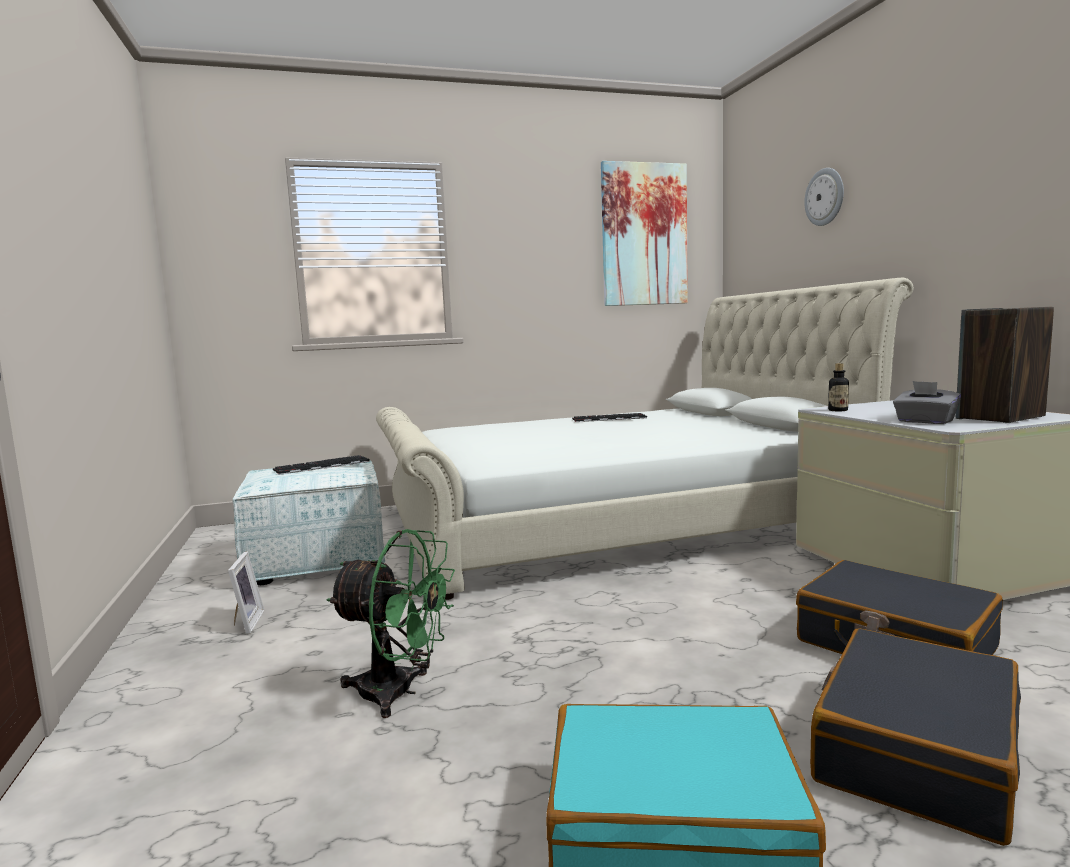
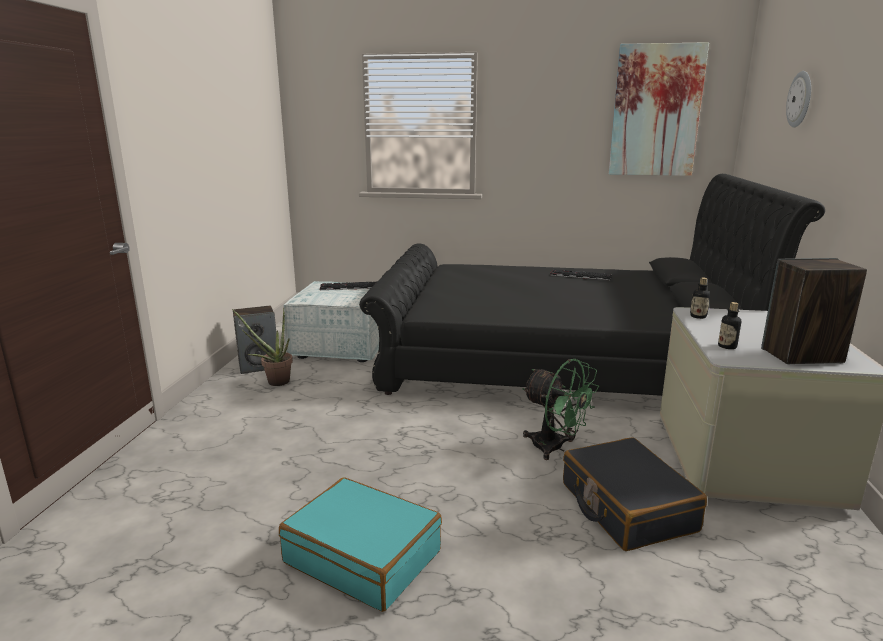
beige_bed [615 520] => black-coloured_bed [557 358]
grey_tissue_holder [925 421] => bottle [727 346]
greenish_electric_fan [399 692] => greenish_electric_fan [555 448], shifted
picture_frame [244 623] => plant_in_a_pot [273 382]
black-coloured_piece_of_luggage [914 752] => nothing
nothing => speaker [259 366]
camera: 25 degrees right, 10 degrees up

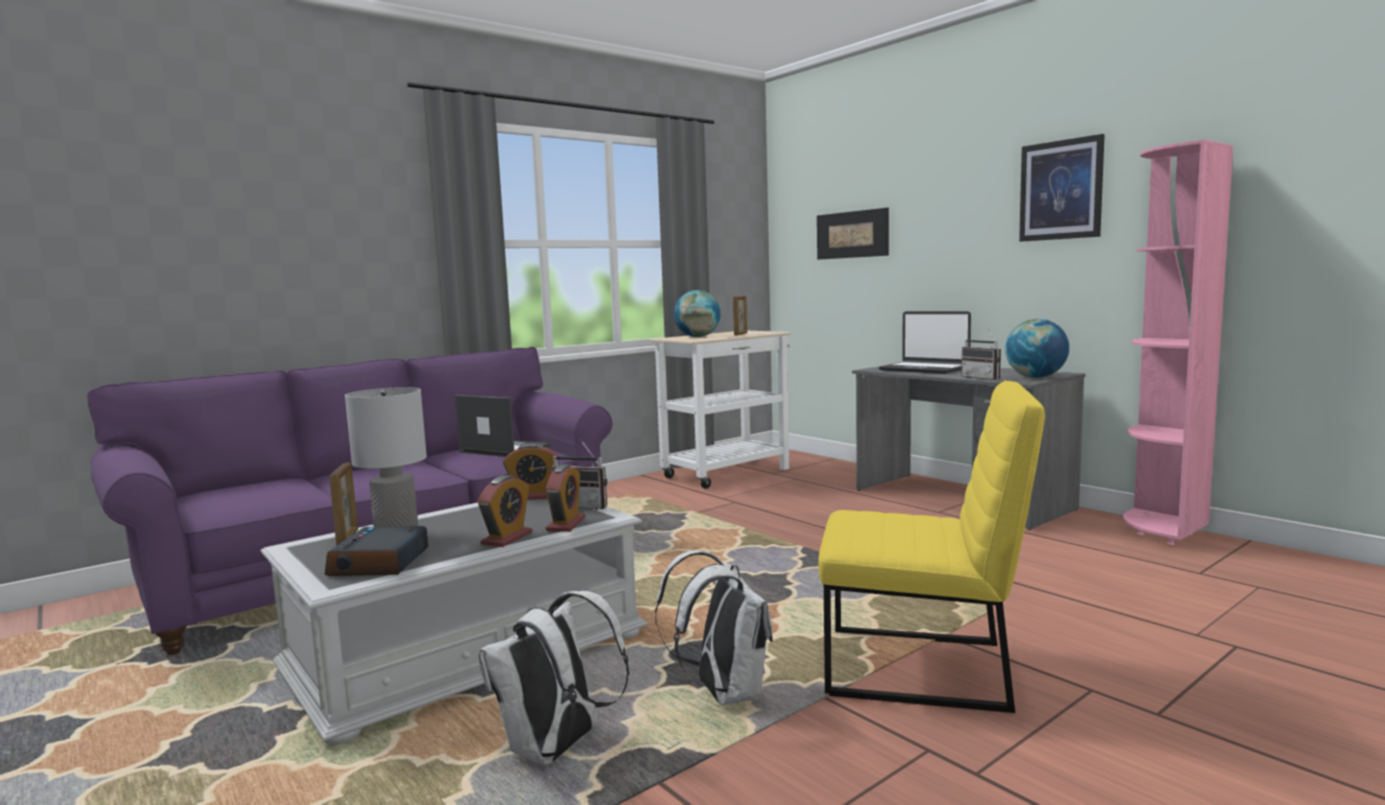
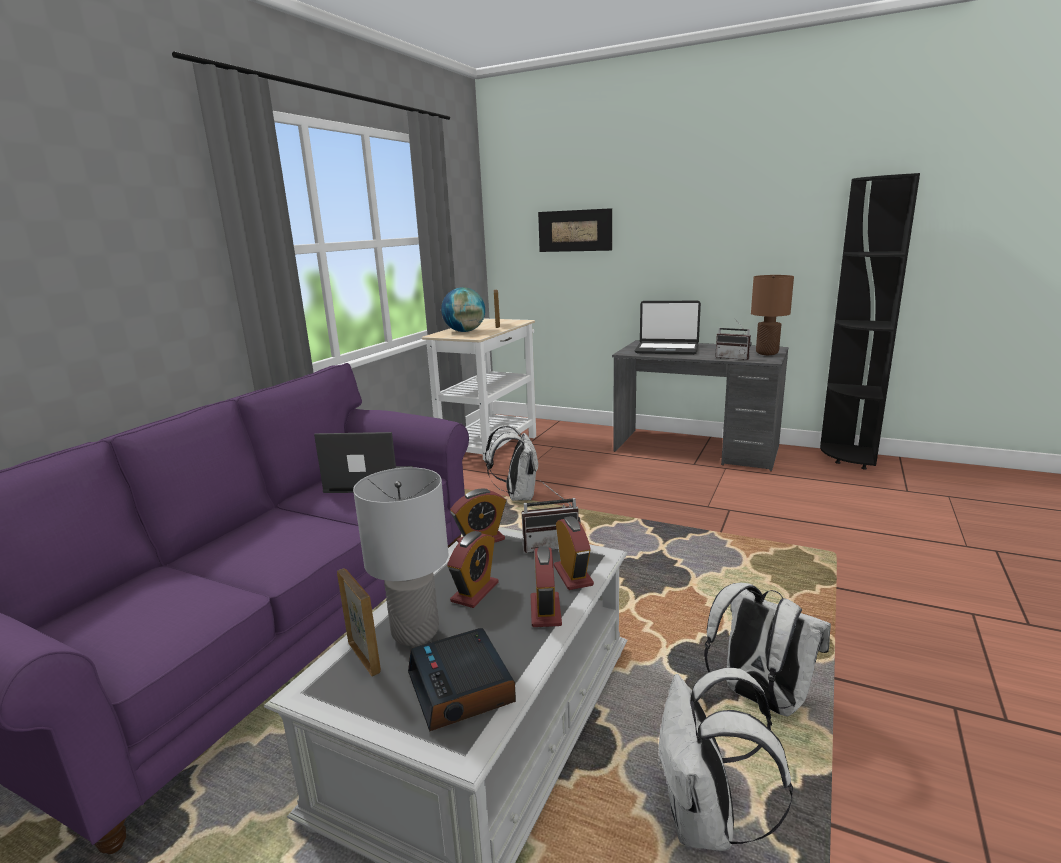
wall_picture [1061 190] => nothing
pinkish_bookshelf [1159 534] => black-coloured_bookshelf [848 460]
world_globe [1036 377] => brown_tabletop_lamp [767 354]
yellow_chair [922 669] => nothing
nothing => whitish_knapsack [517 496]
nothing => bedside_clock [475 592]
camera: 25 degrees left, 10 degrees up

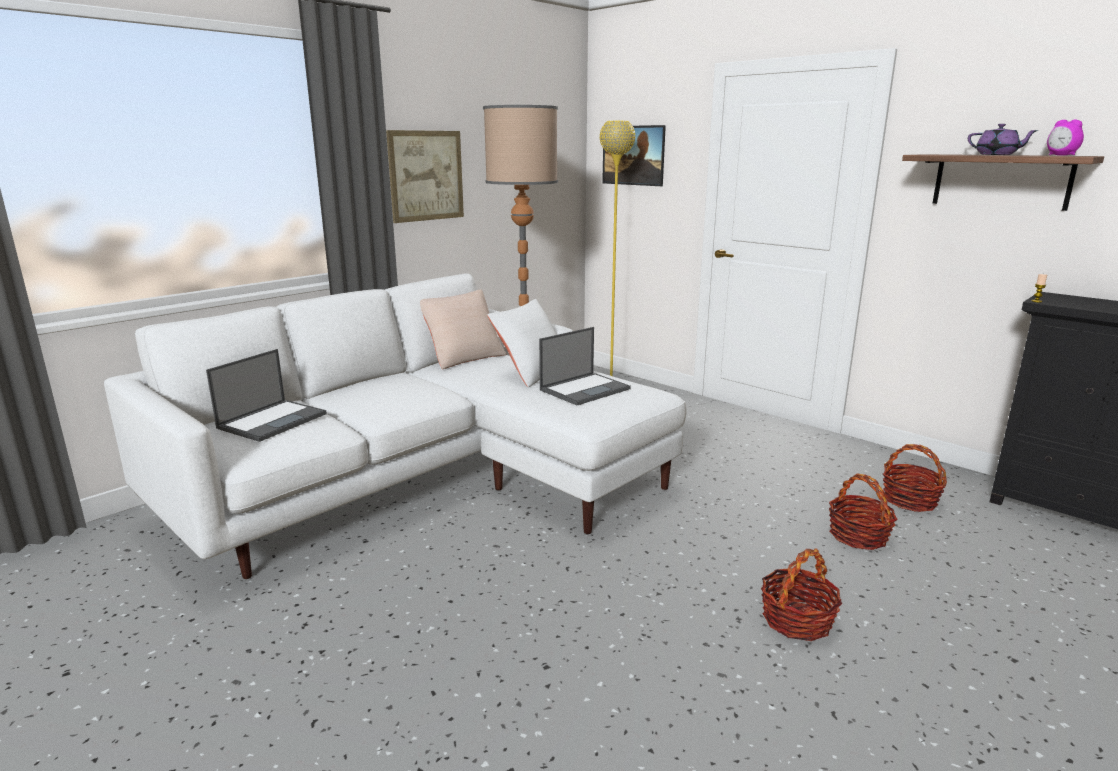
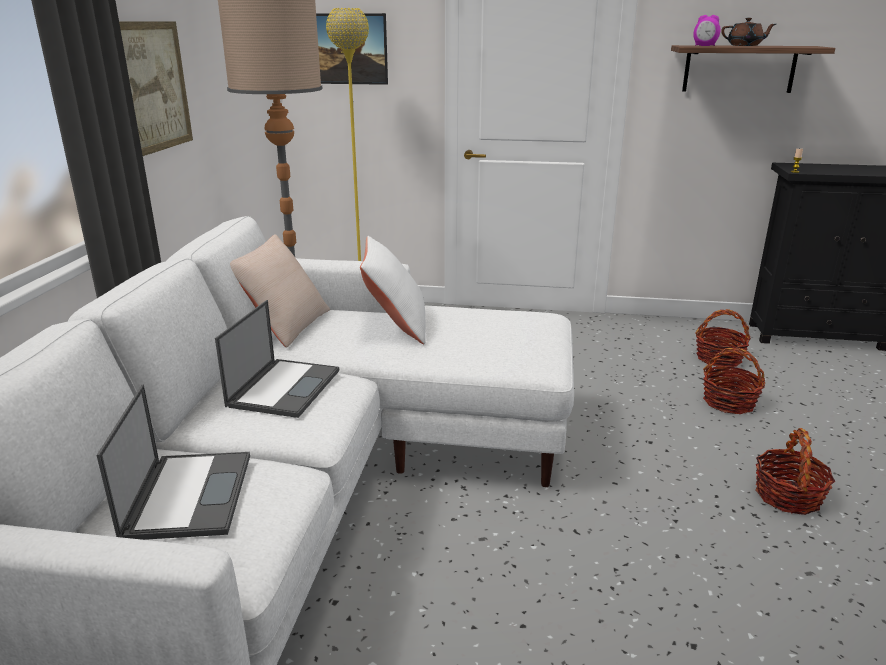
bedside_clock [1061 155] => bedside_clock [704 46], shifted
purplish_teapot [997 154] => brown_teapot [745 45]
laptop [585 389] => laptop [284 387], shifted
camera: 35 degrees left, 5 degrees up

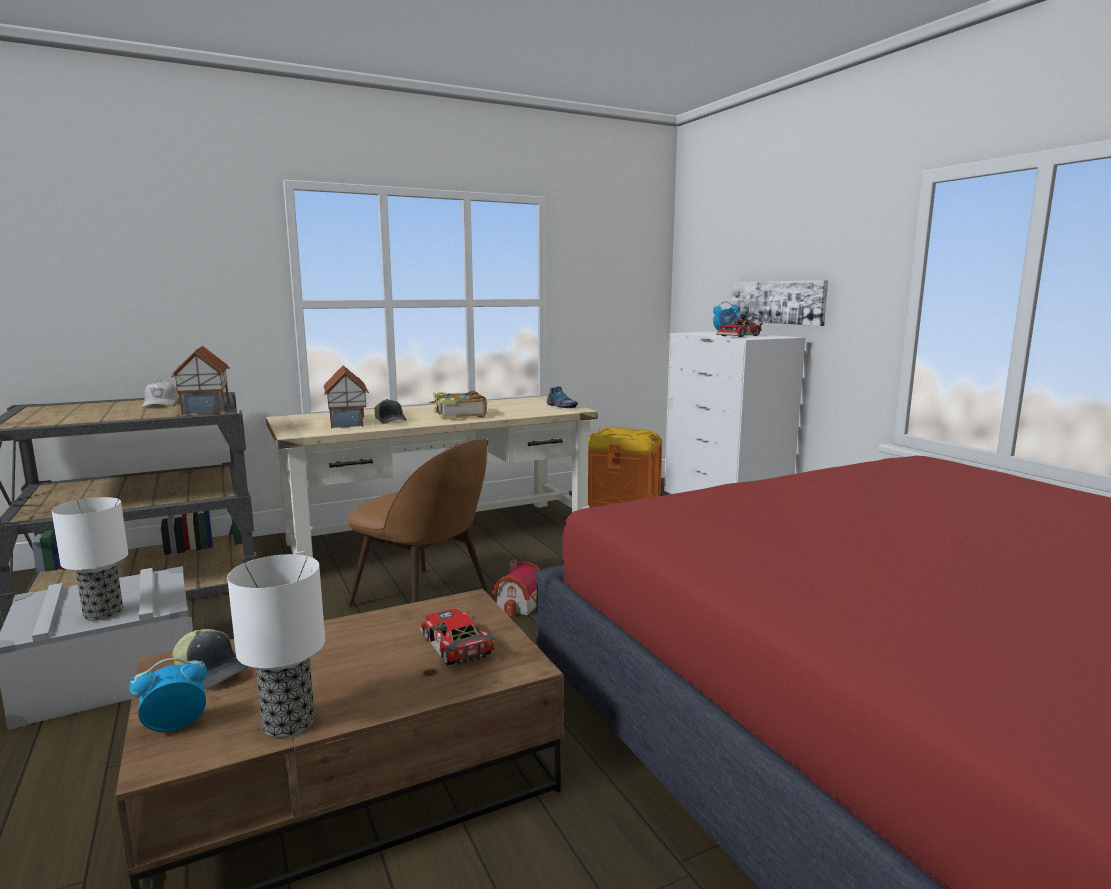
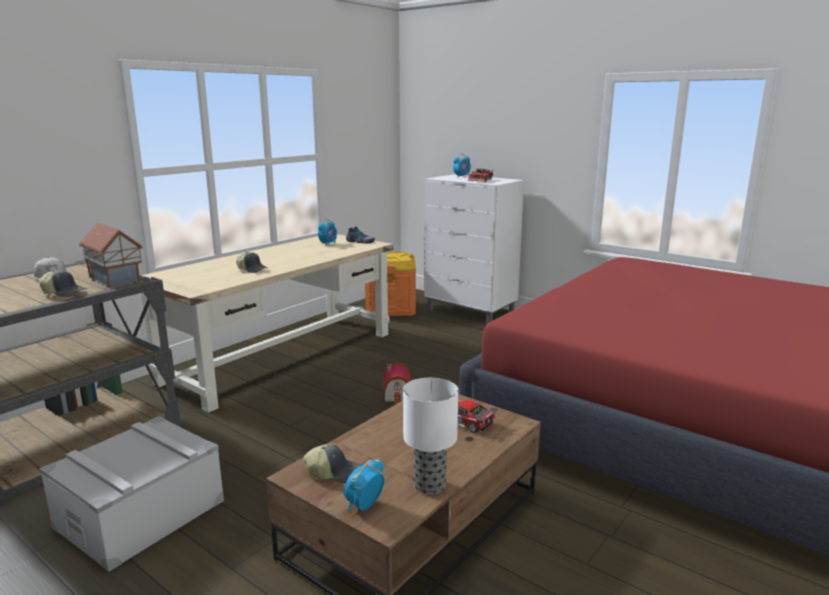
wall_picture [777 302] => nothing
toy_house [348 422] => nothing
bound_book [458 415] => nothing
brown_chair [424 599] => nothing
tabletop_lamp [104 612] => nothing
nothing => bedside_clock [328 244]
nothing => baseball_cap [65 293]
camera: 25 degrees left, 5 degrees up

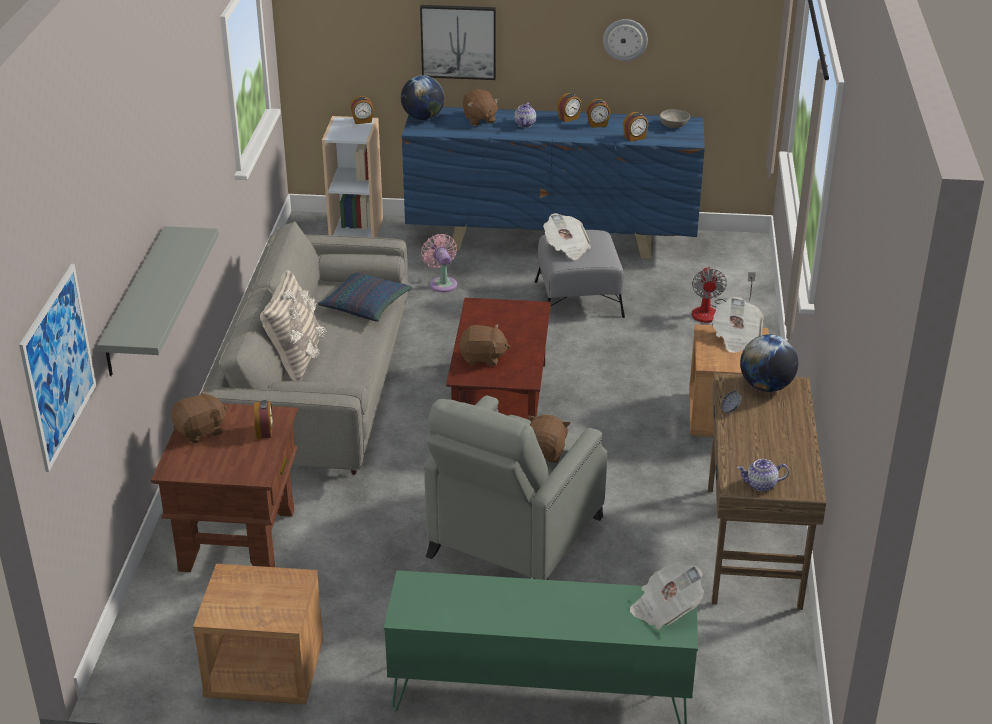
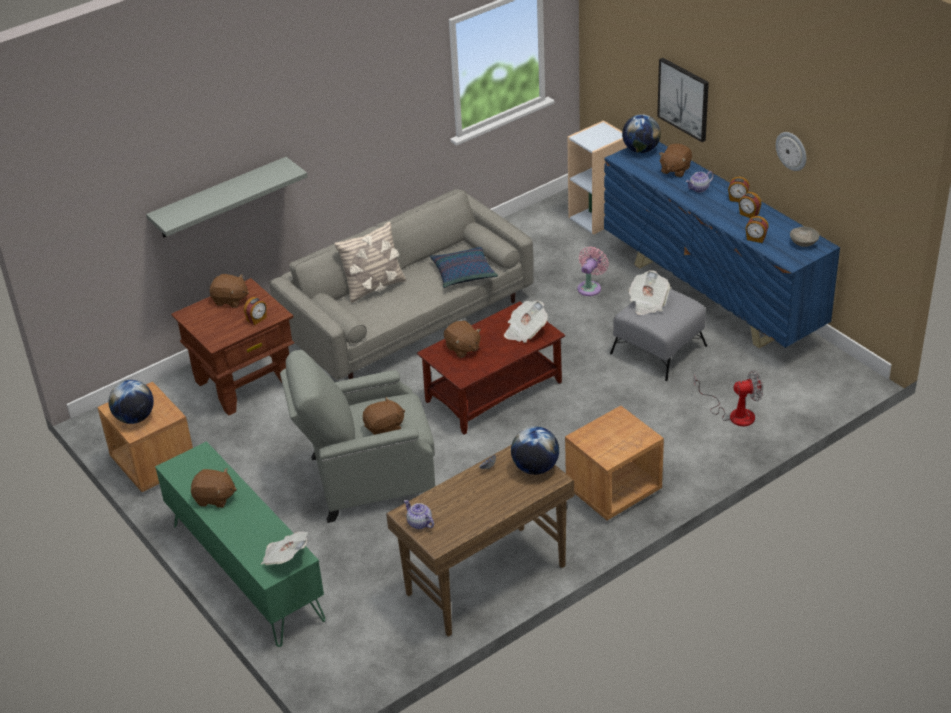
bedside_clock [362 121] => nothing
wall_picture [58 366] => nothing
electric_fan [713 312] => electric_fan [734 414], 150 degrees counterclockwise
printed_paper [736 338] => printed_paper [525 331], shifted
nothing => world_globe [135 418]
nothing => brown_plush_toy [214 498]
camera: 50 degrees right, 5 degrees up

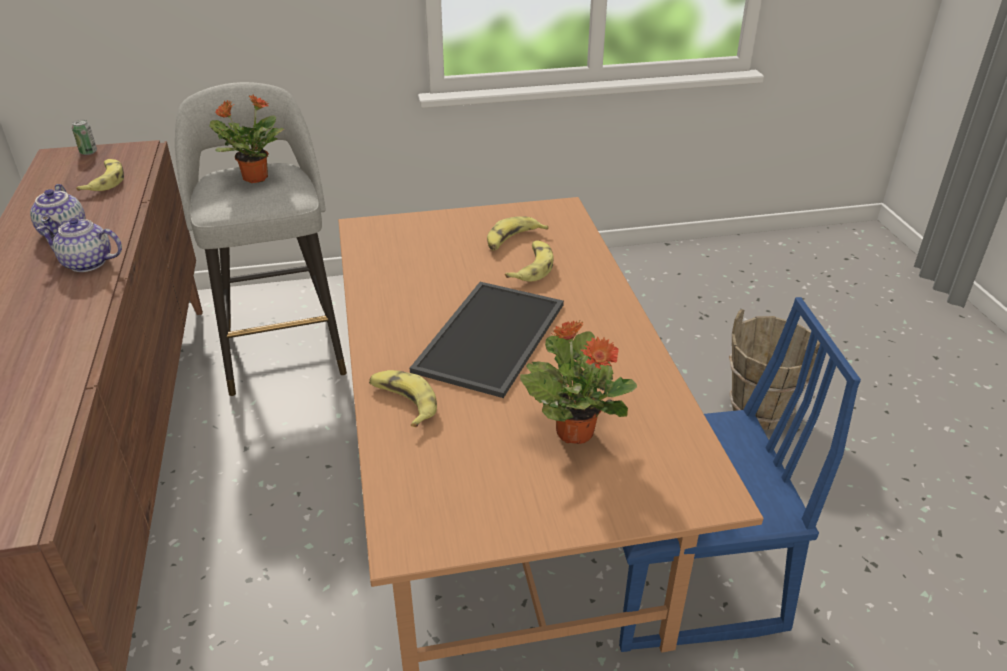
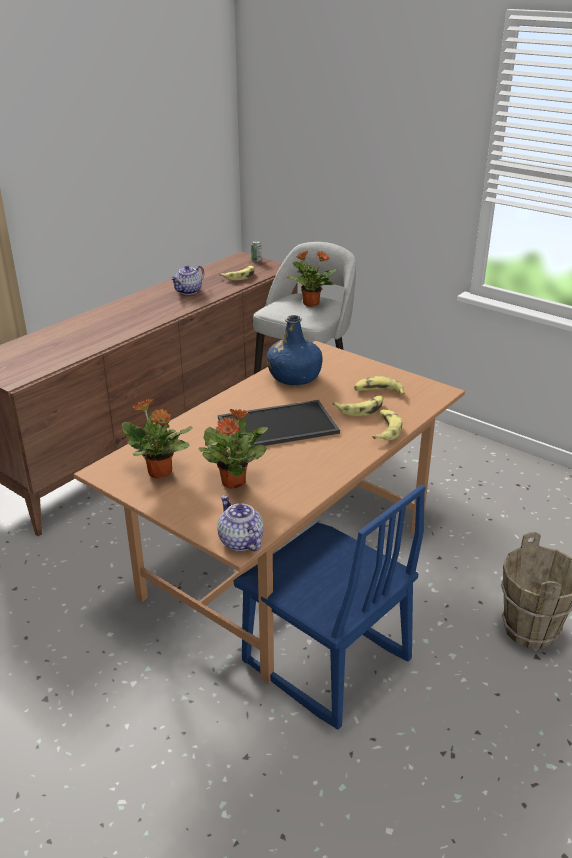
teapot [86 263] => teapot [240 541], shifted
banana_fruit [403 403] => banana_fruit [385 429], shifted
nothing => bluish_bottle [294 377]
nothing => plant_in_a_pot [160 472]
camera: 50 degrees right, 5 degrees down

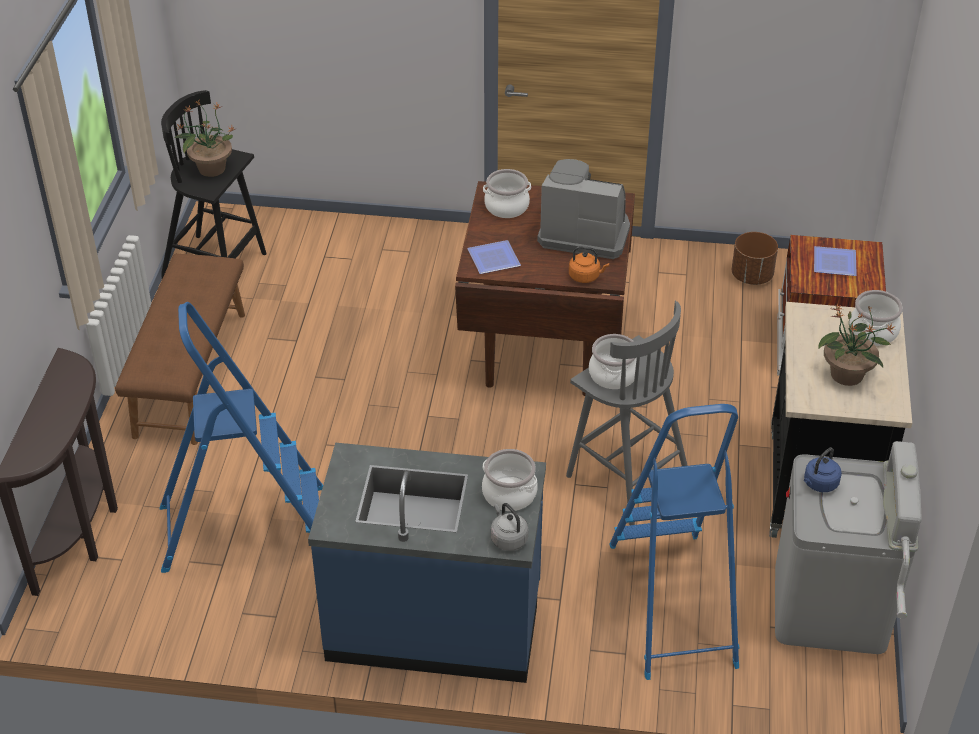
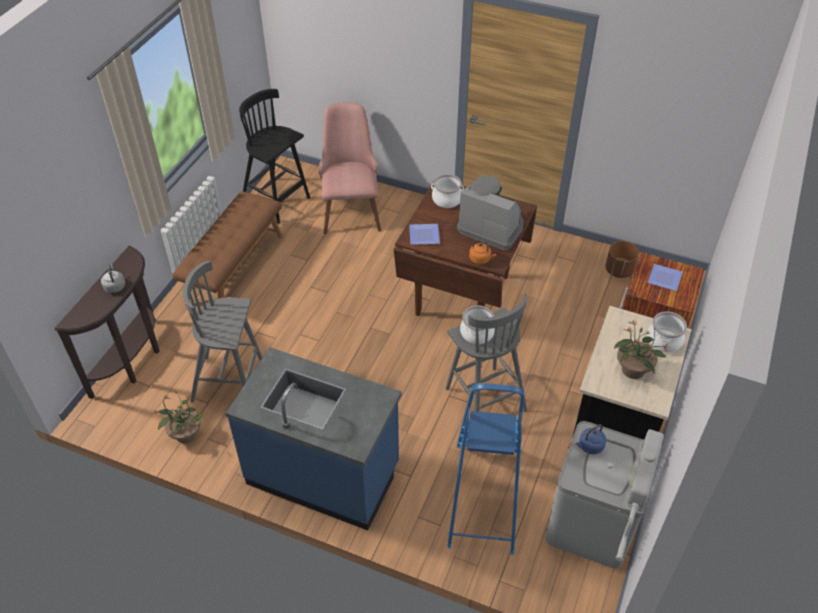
plant_in_a_pot [211 168] => plant_in_a_pot [185 434], shifted
bluish_stepladder [246 528] => grey_stool_seat [231 381]
cooking_pot [509 493] => nothing
grey_water_kettle [508 538] => grey_water_kettle [114 286], shifted
nothing => pinkish_chair [351 208]
camera: 15 degrees right, 5 degrees up

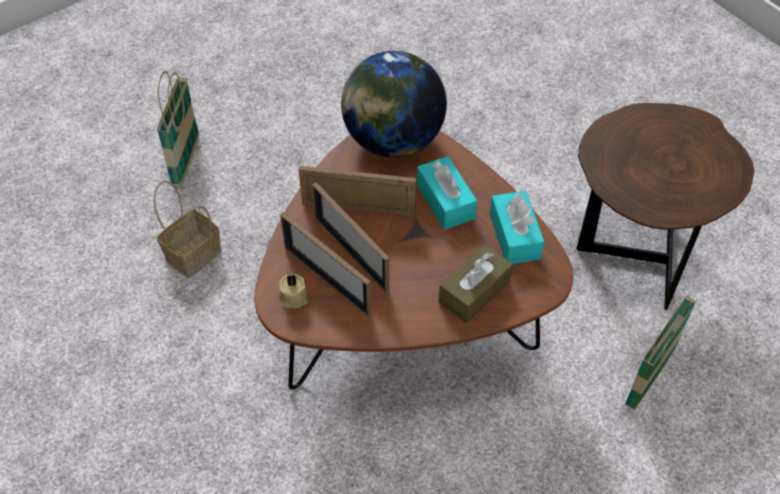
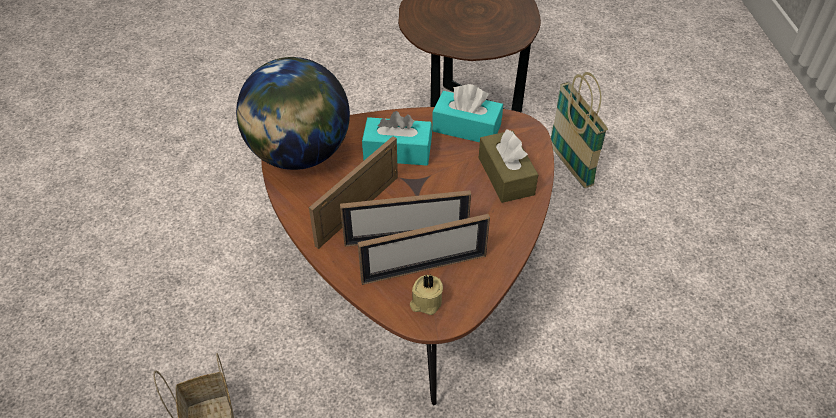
household_basket [186 161] => nothing
camera: 60 degrees left, 5 degrees down

